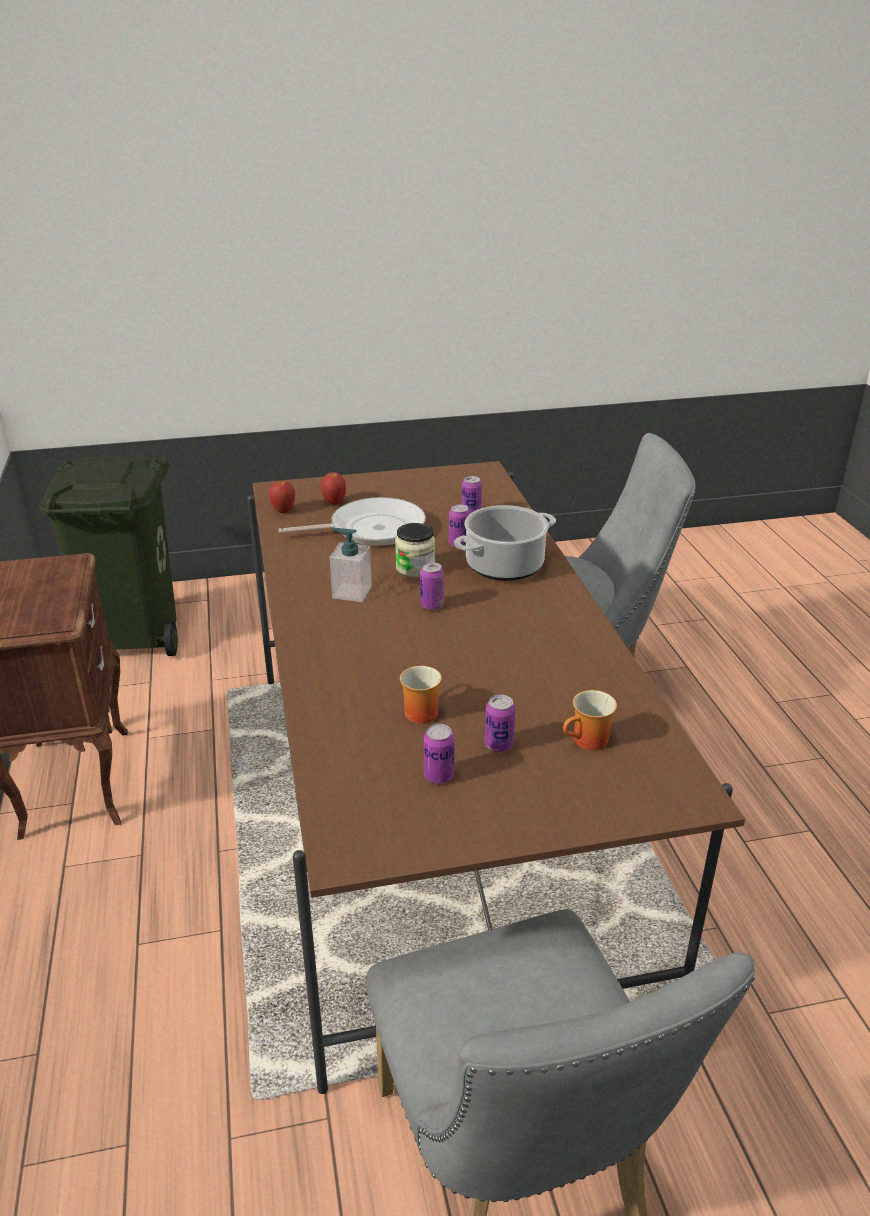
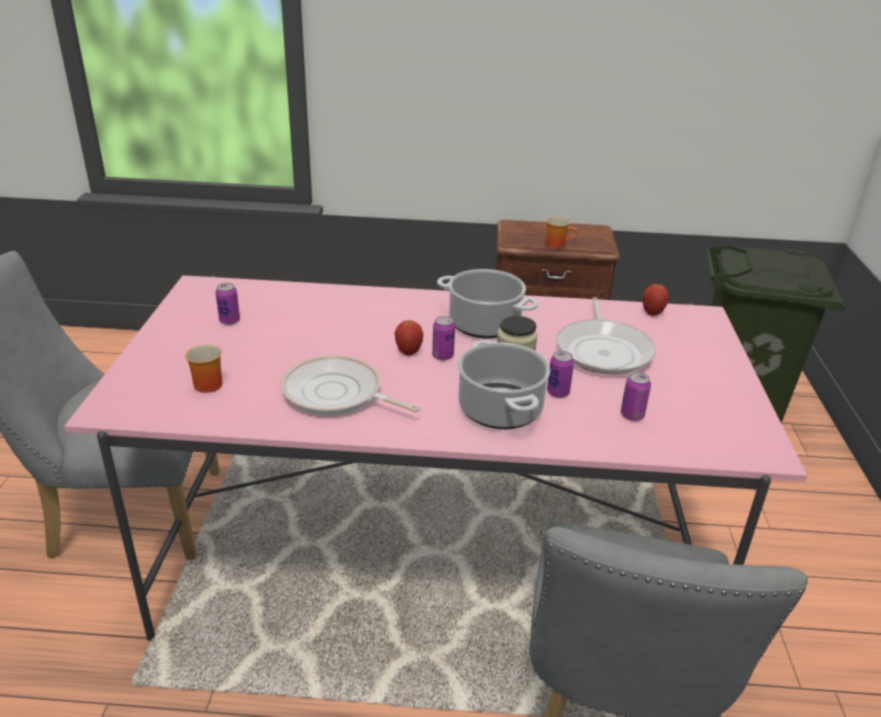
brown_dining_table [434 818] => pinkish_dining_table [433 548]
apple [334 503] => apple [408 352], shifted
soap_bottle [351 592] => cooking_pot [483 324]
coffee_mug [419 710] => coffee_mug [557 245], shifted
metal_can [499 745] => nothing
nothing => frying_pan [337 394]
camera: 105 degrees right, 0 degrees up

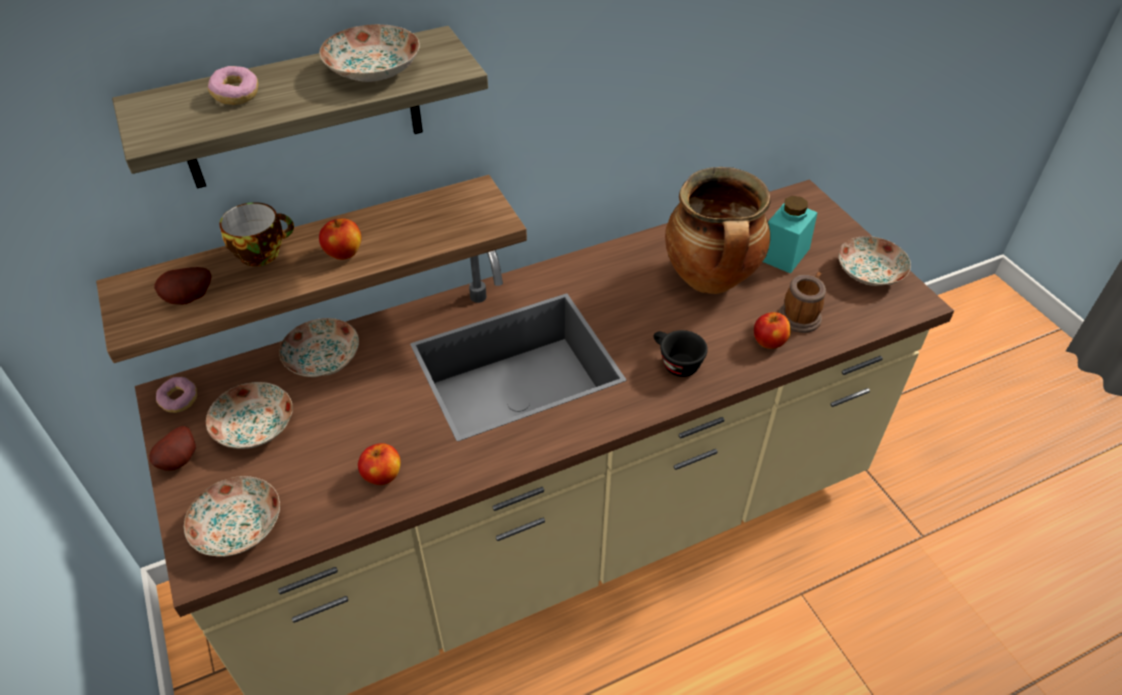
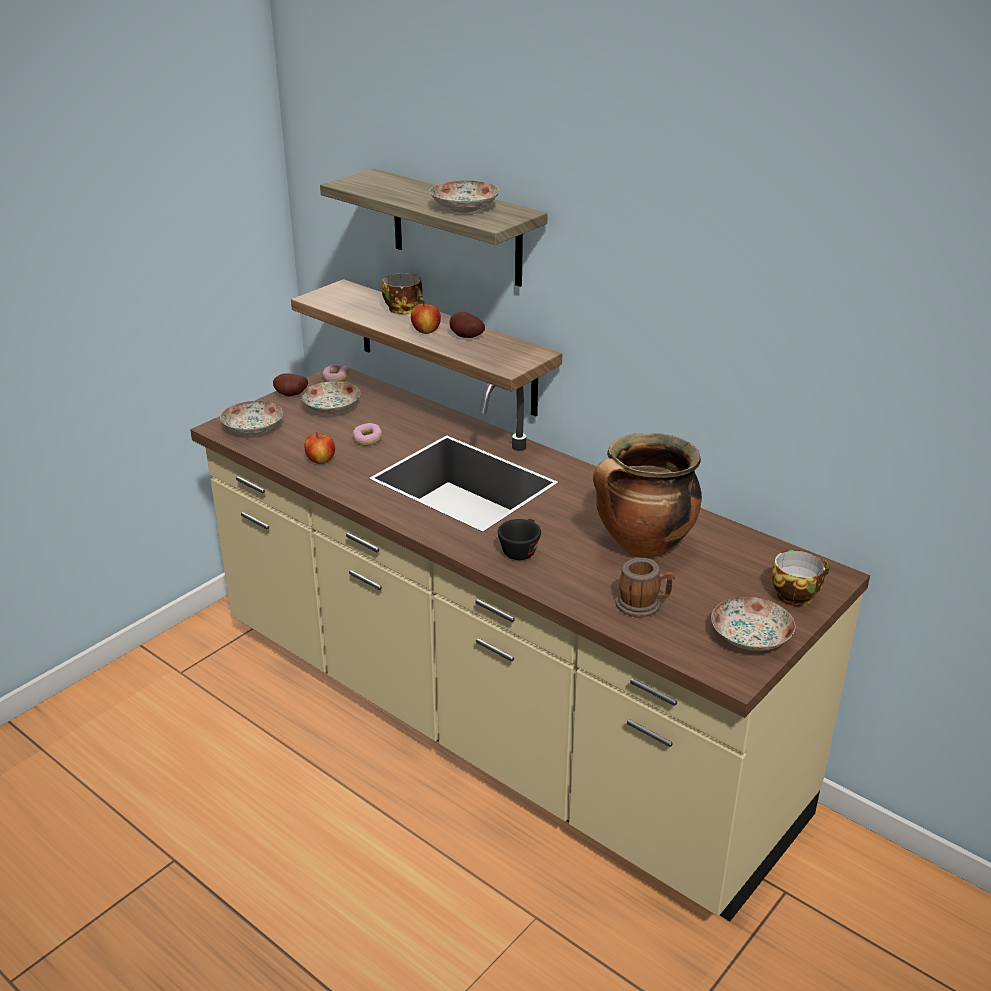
doughnut [236 95] => doughnut [367 440], shifted
turquoise-coloured_storage_jar [783 254] => nothing
potato [190 300] => potato [465 337], shifted
apple [769 342] => nothing
dinner_plate [322 359] => nothing
nothing => drinking_cup [796 594]
camera: 65 degrees right, 15 degrees down

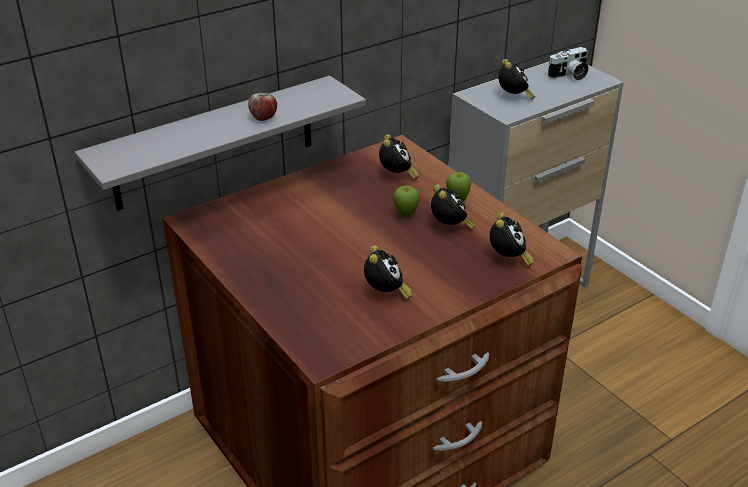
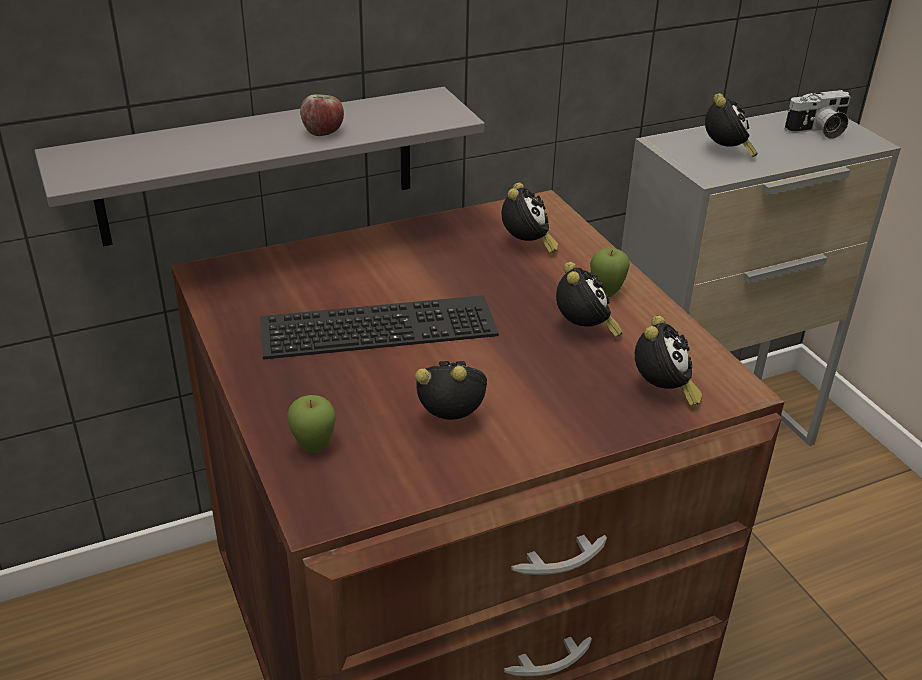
apple [406 216] => apple [314 449], shifted
bedside_clock [386 294] => bedside_clock [453 420], 90 degrees counterclockwise
nothing => keyboard [380 324]
camera: 10 degrees right, 0 degrees up

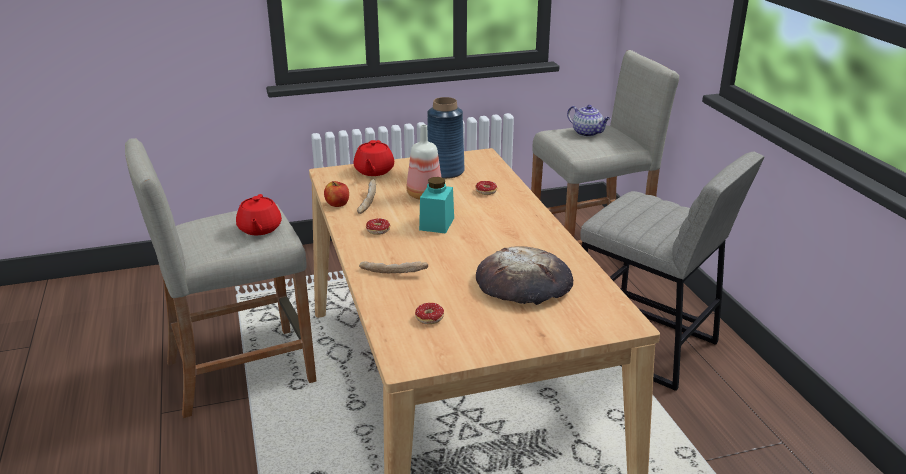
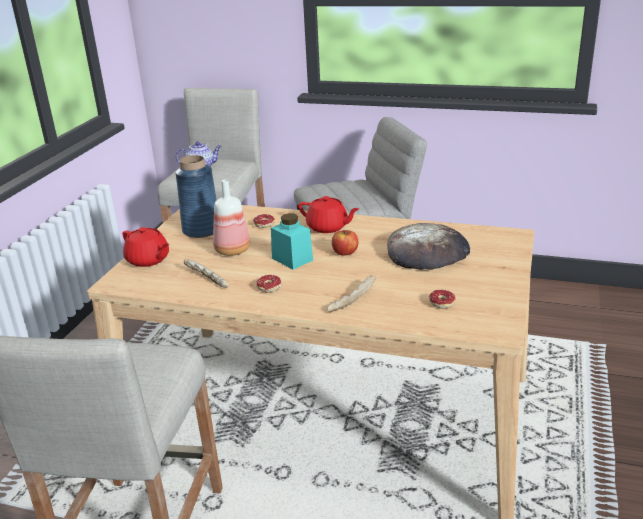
apple [337 204] => apple [345 252], shifted
red-coloured_teapot [259 229] => red-coloured_teapot [328 227], shifted
camera: 55 degrees left, 0 degrees up

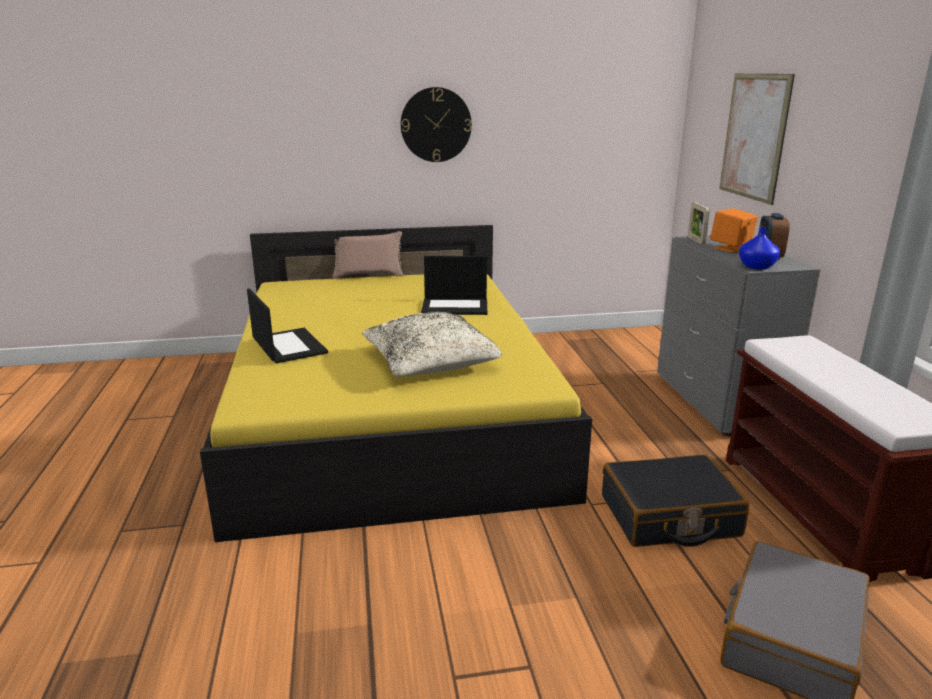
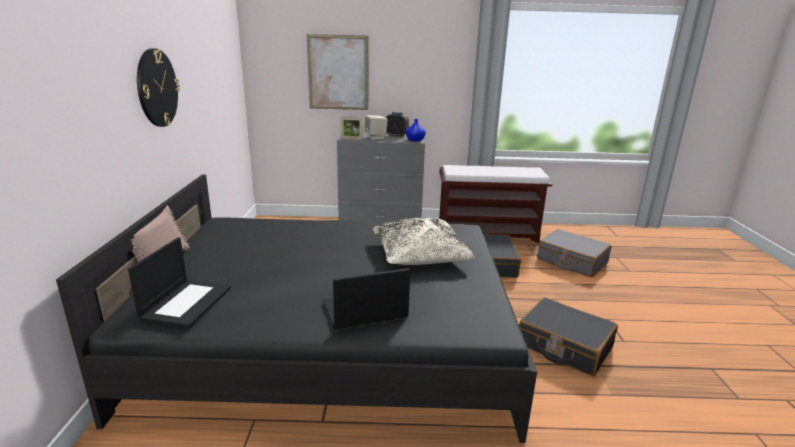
orange-coloured_speaker [730 249] => beige_speaker [375 137]
yellow_bed [390 412] => black-coloured_bed [332 339]
laptop [455 306] => laptop [186 302], shifted
nothing => black-coloured_piece_of_luggage [564 346]
camera: 80 degrees left, 0 degrees up

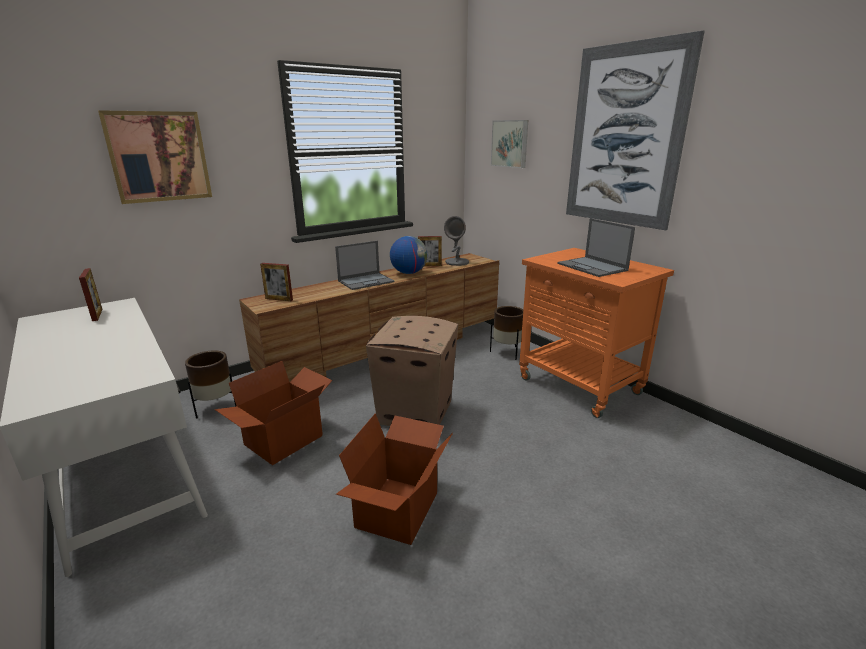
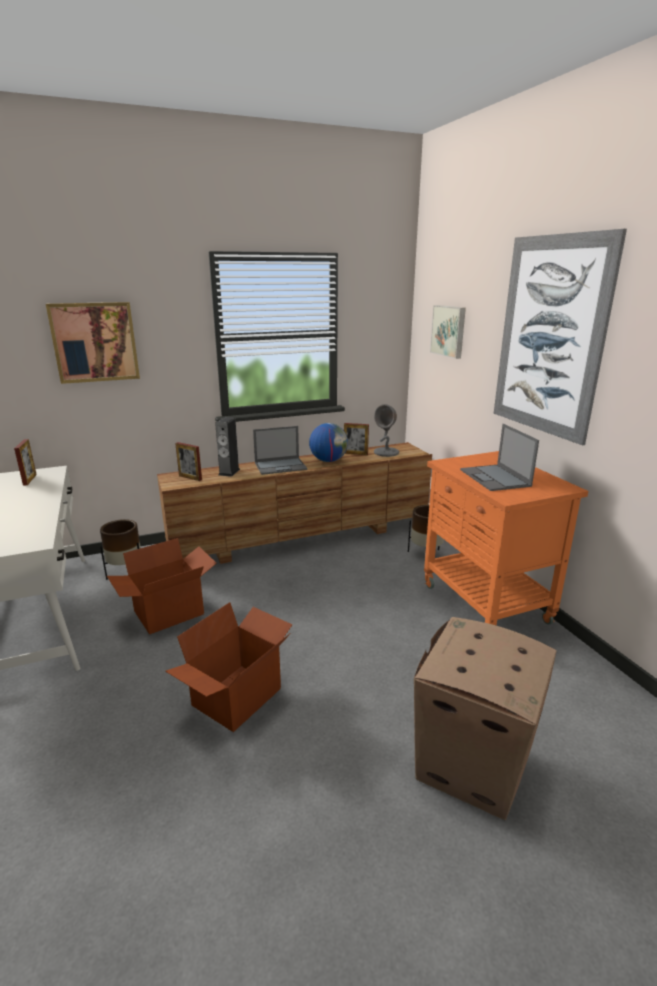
cardboard_box [415 413] => cardboard_box [471 766], shifted
nothing => speaker [229 472]
camera: 15 degrees right, 0 degrees up

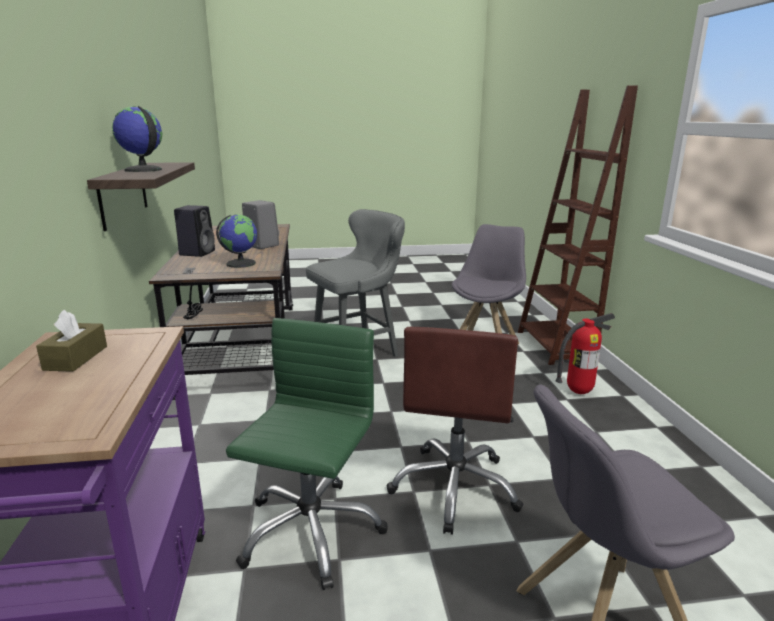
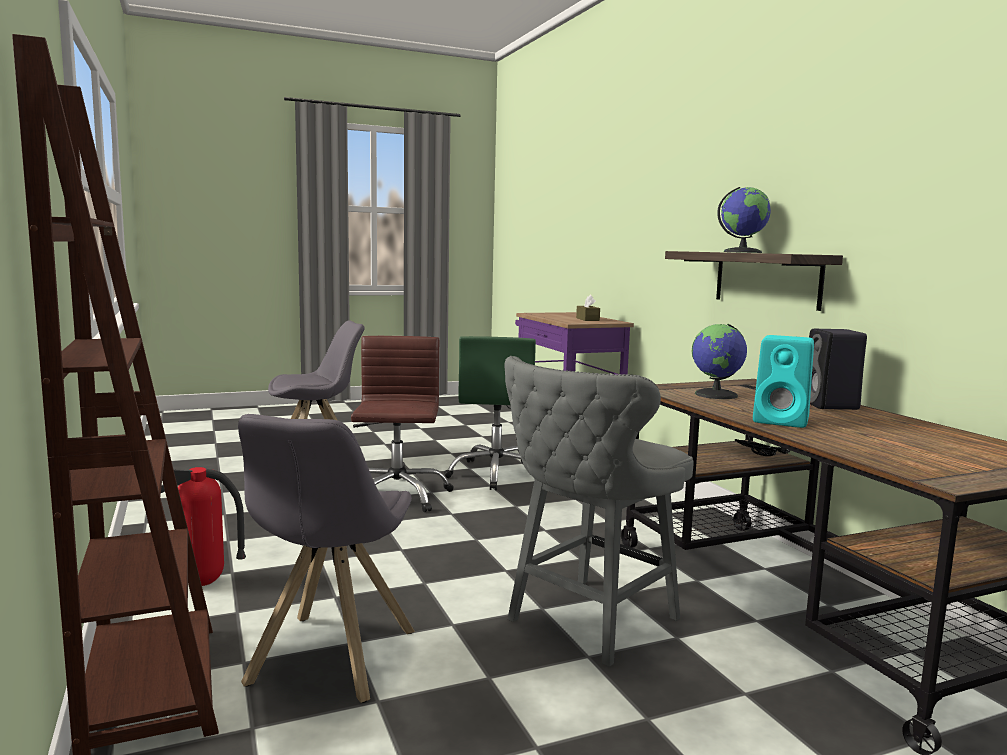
grey_speaker [261 245] => turquoise-coloured_speaker [783 421]
camera: 165 degrees right, 10 degrees down

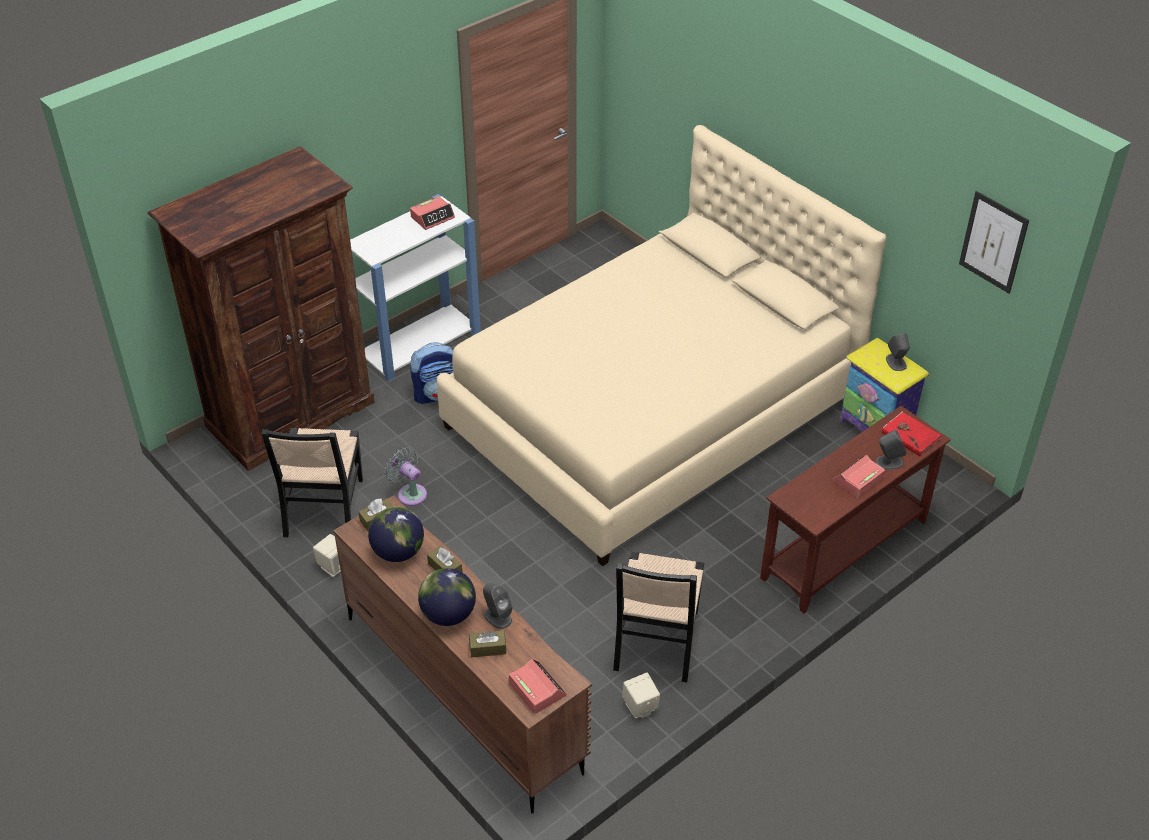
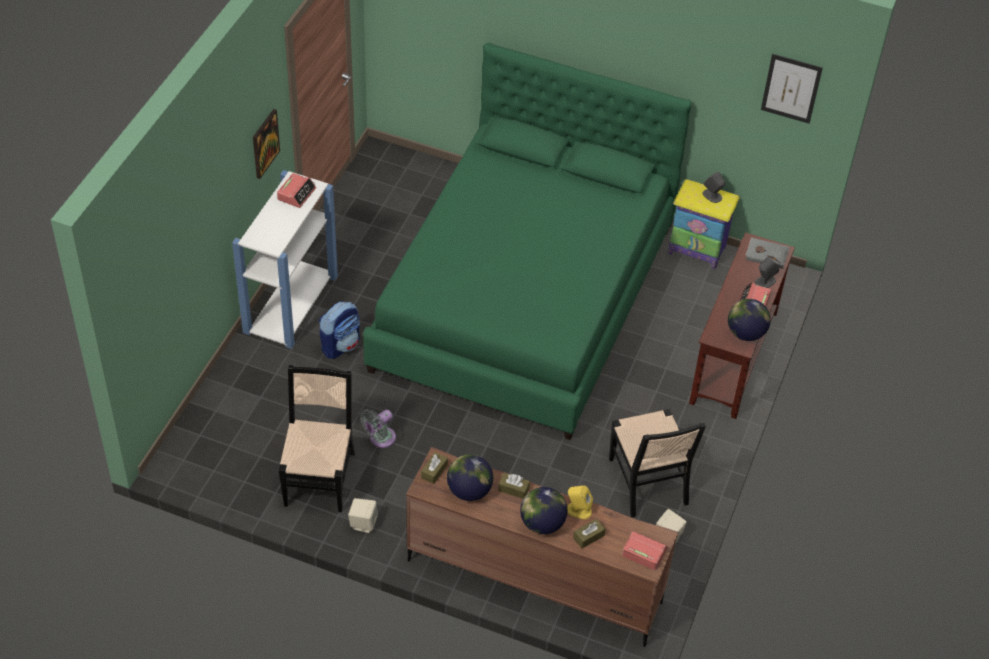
beige_bed [653 412] => greenish_bed [524 298]
brown_wardrobe [291 415] => nothing
red-coloured_bound_book [910 435] => grey_bound_book [766 254]
chair [324 508] => chair [319 479], 150 degrees counterclockwise
grey_electric_fan [410 493] => grey_electric_fan [380 439], 60 degrees counterclockwise
grey_speaker [497 617] => yellow_speaker [578 510]
nothing => wall_picture [265 143]
nothing => world_globe [745 333]
camera: 30 degrees left, 5 degrees up

